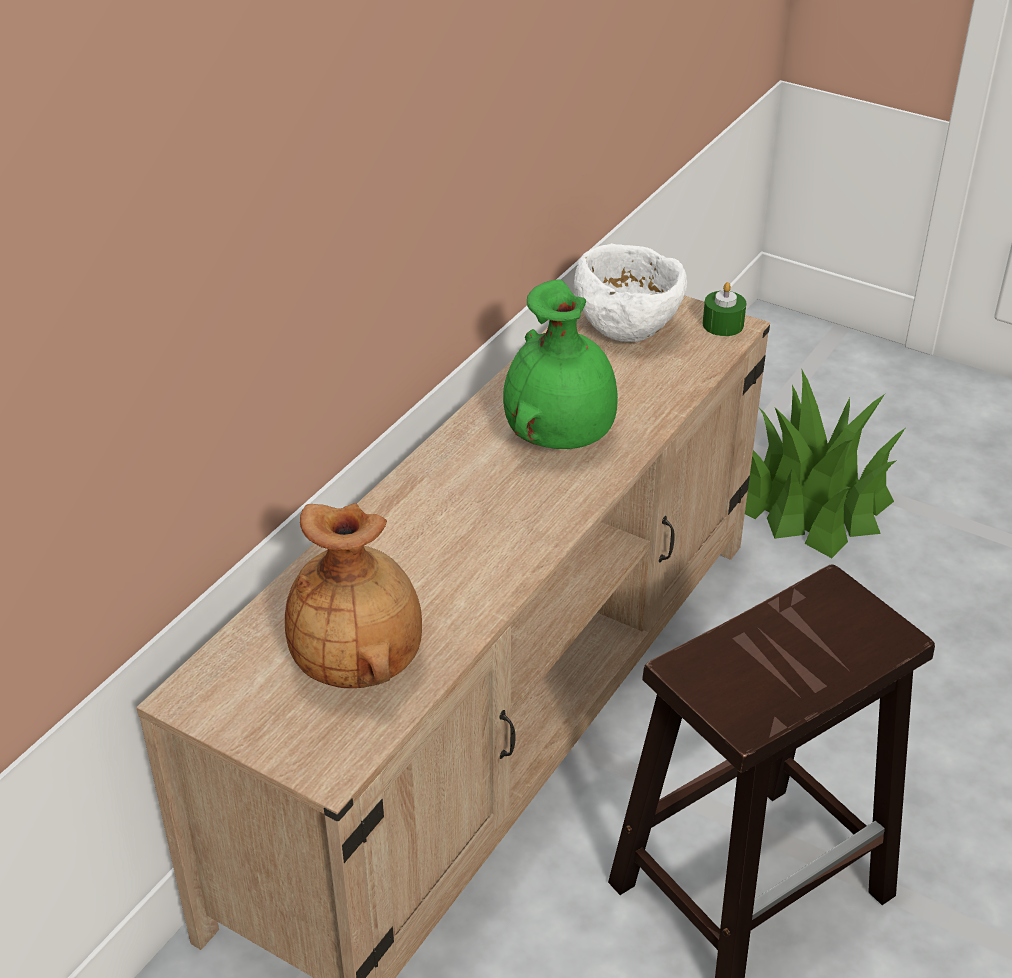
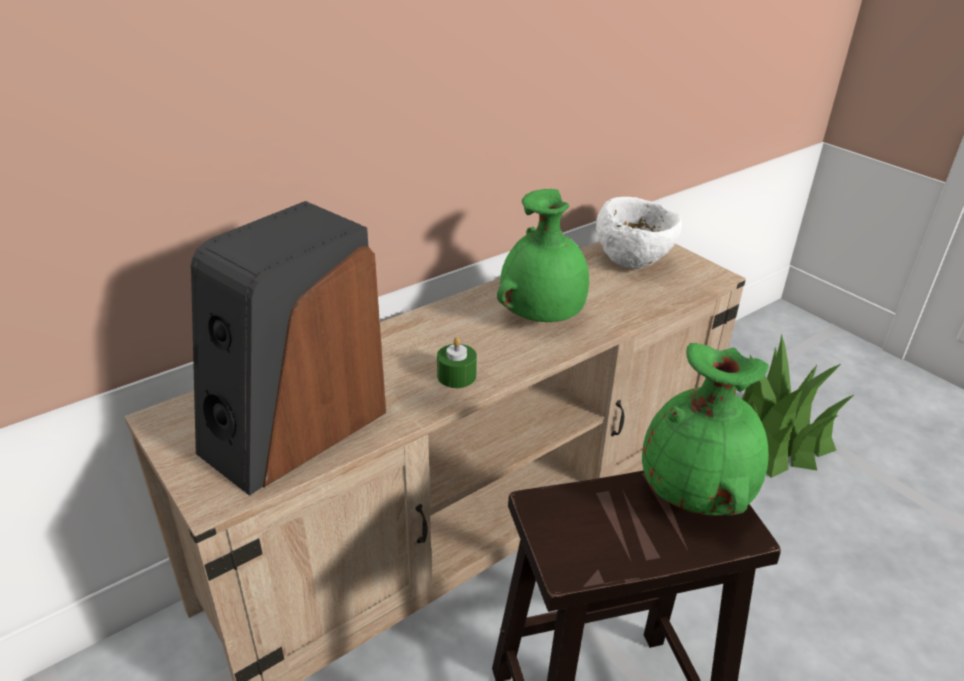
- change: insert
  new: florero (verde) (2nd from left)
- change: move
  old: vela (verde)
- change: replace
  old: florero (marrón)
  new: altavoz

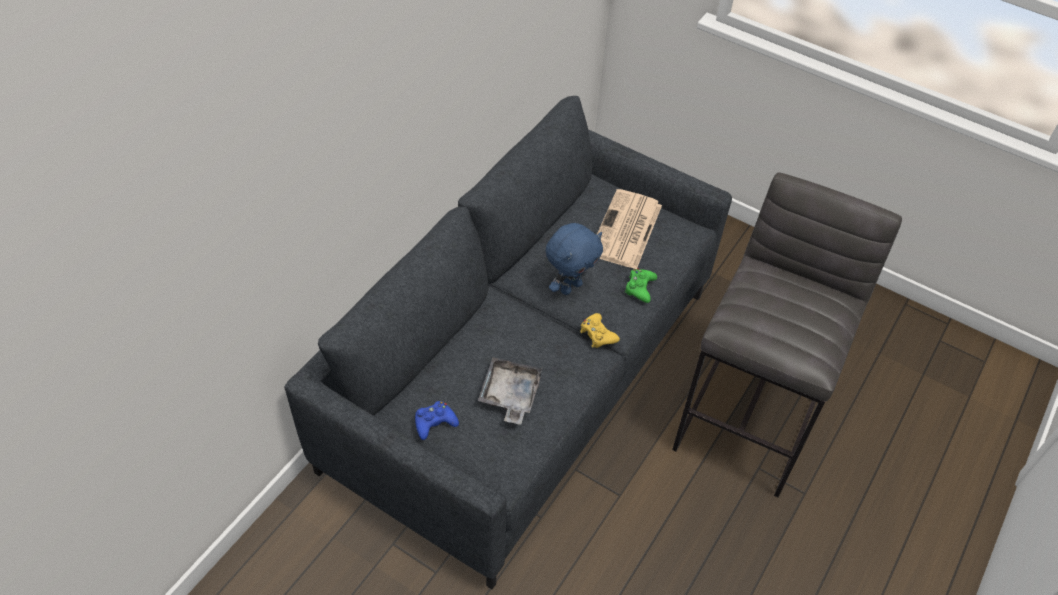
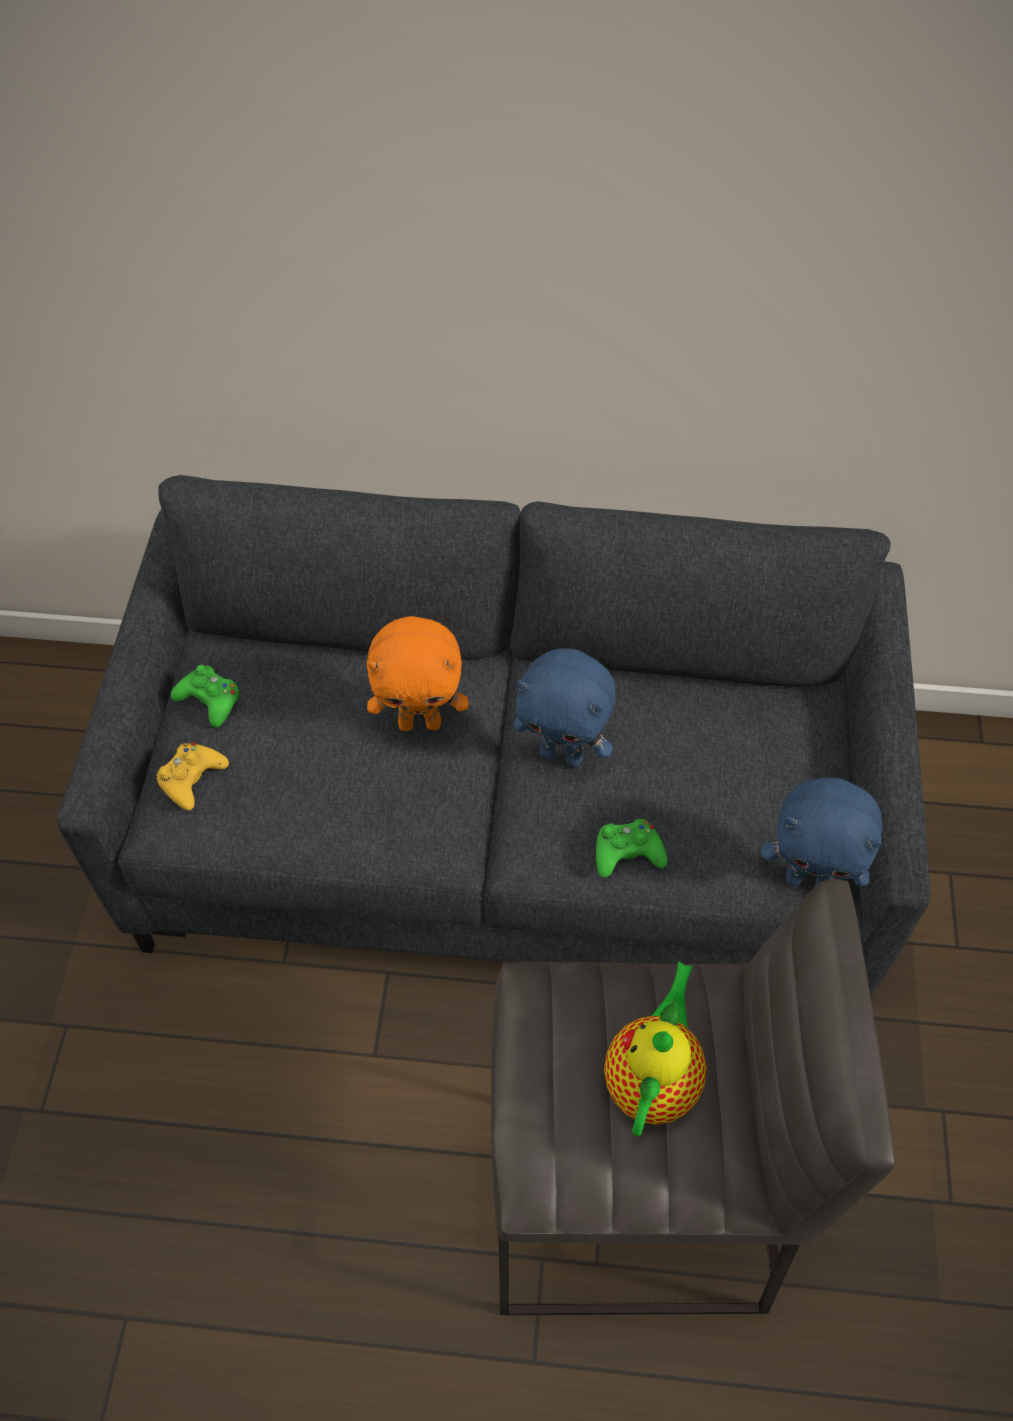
- change: delete
  old: bandeja (gris)
- change: delete
  old: periódico
- change: insert
  new: peluche (naranja)
- change: insert
  new: tetera
- change: insert
  new: peluche (azul) (2nd from left)
- change: move
  old: mando de consola (amarillo)
- change: recolor
  old: mando de consola (azul)
  new: mando de consola (verde) (1st from left)

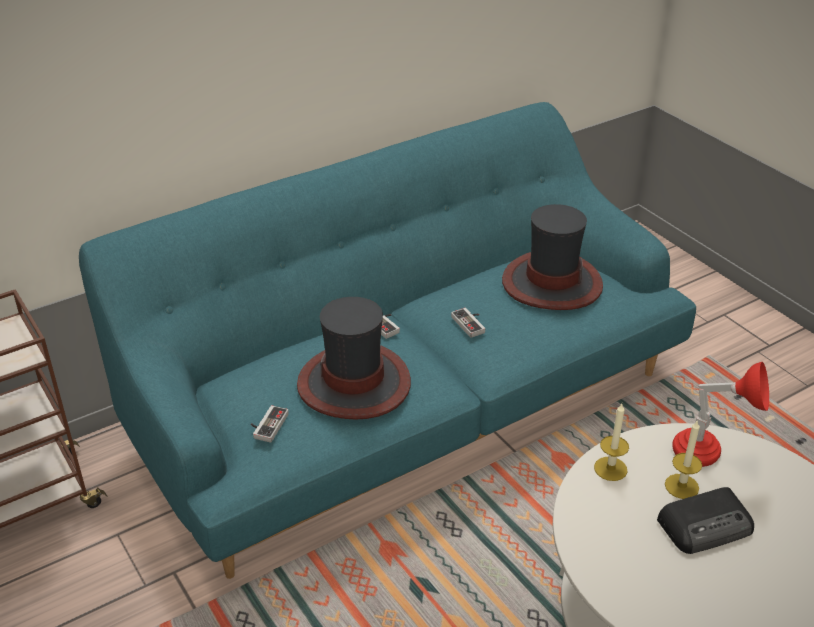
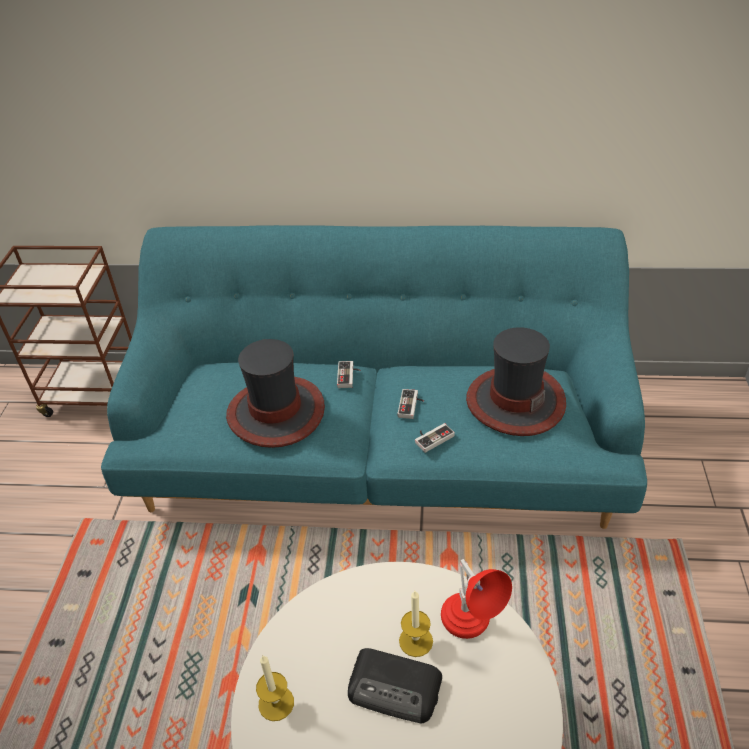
- change: move
  old: mando de consola (1st from left in the first image)
  new: mando de consola (3rd from left)
- change: move
  old: vela (1st from left)

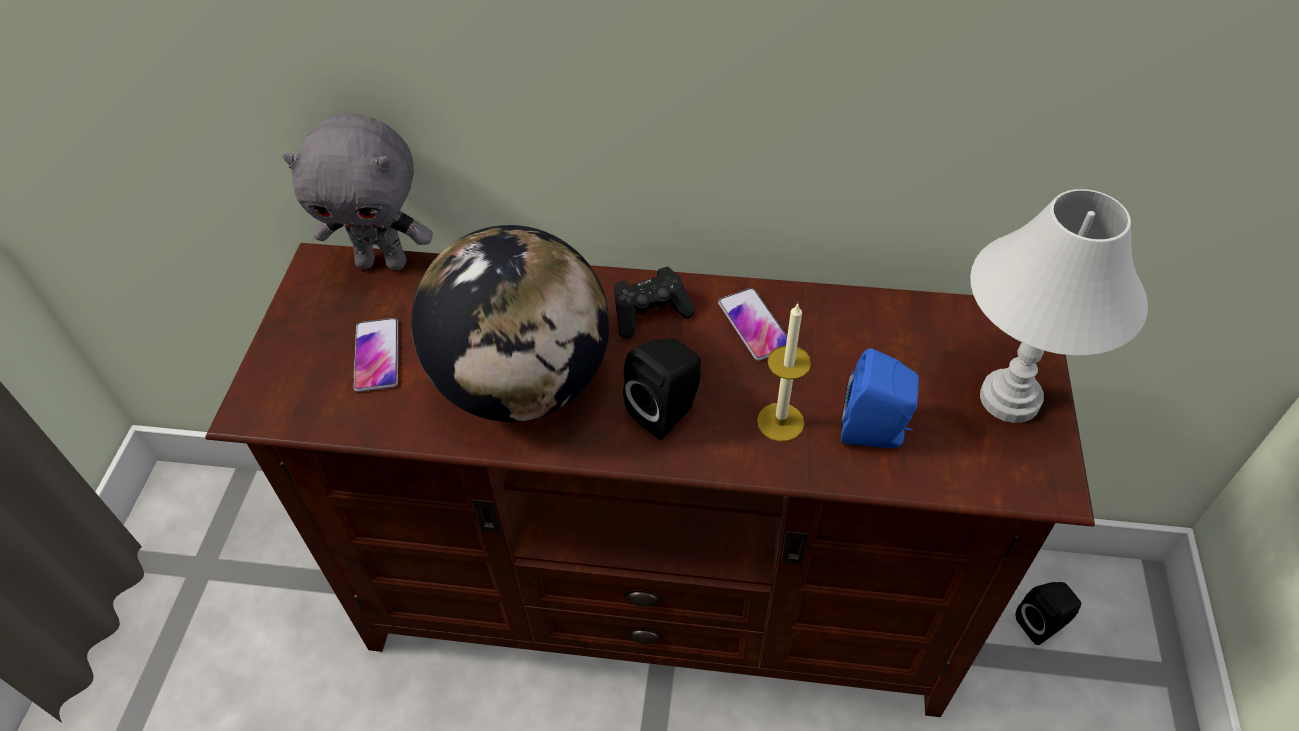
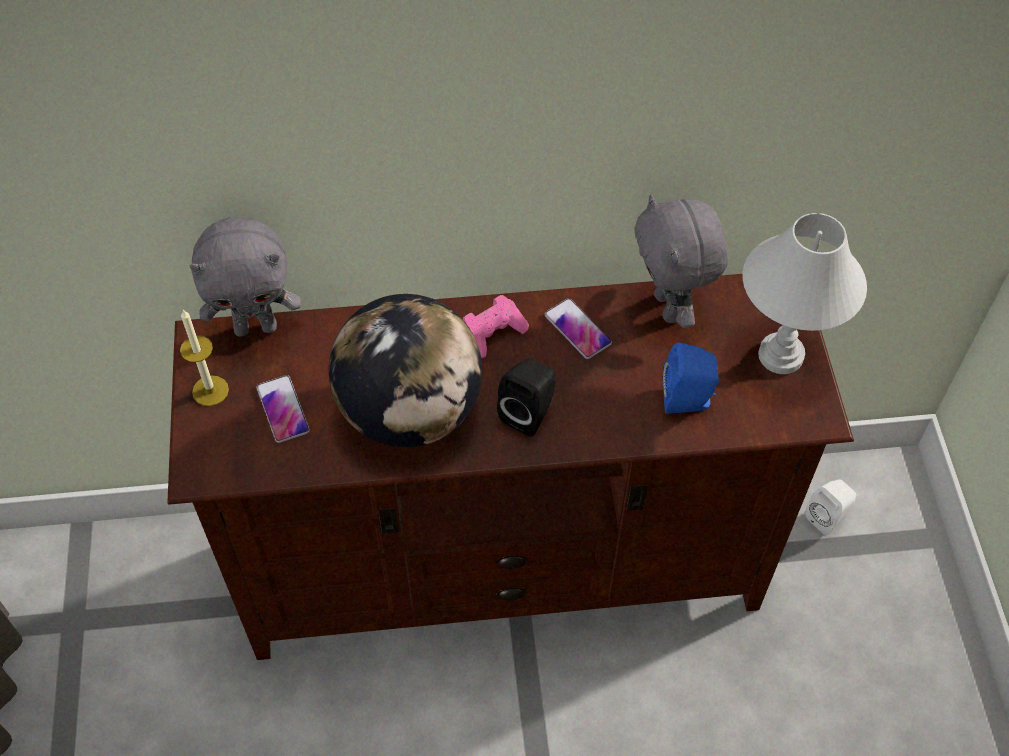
- change: insert
  new: peluche (gris) (2nd from left)
- change: move
  old: vela
- change: recolor
  old: mando de consola (negro)
  new: mando de consola (rosa)
- change: recolor
  old: altavoz (negro) (2nd from left)
  new: altavoz (blanco)

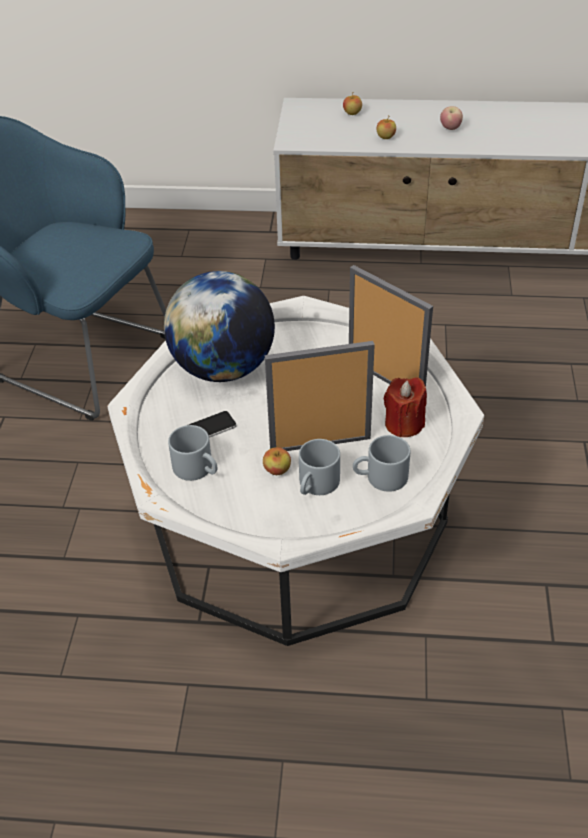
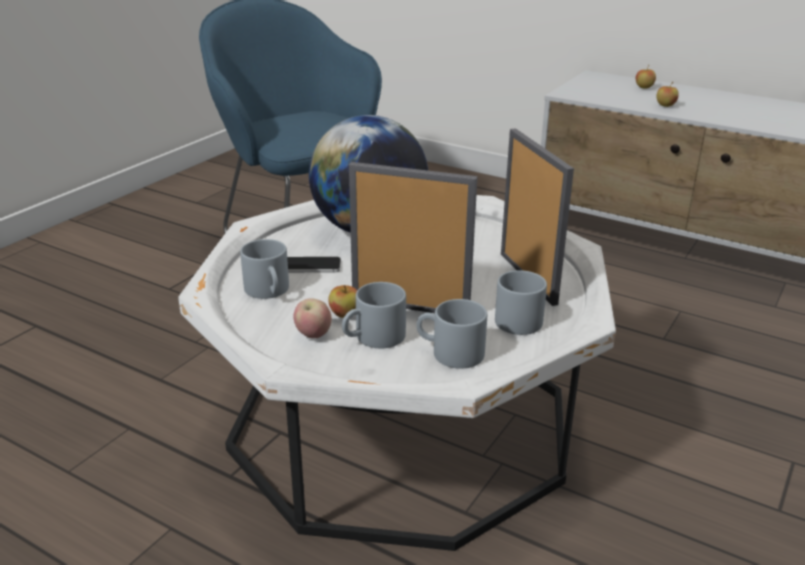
- change: move
  old: manzana (4th from left in the first image)
  new: manzana (1st from left)
- change: replace
  old: vela (rojo)
  new: taza grande (gris) (4th from left)

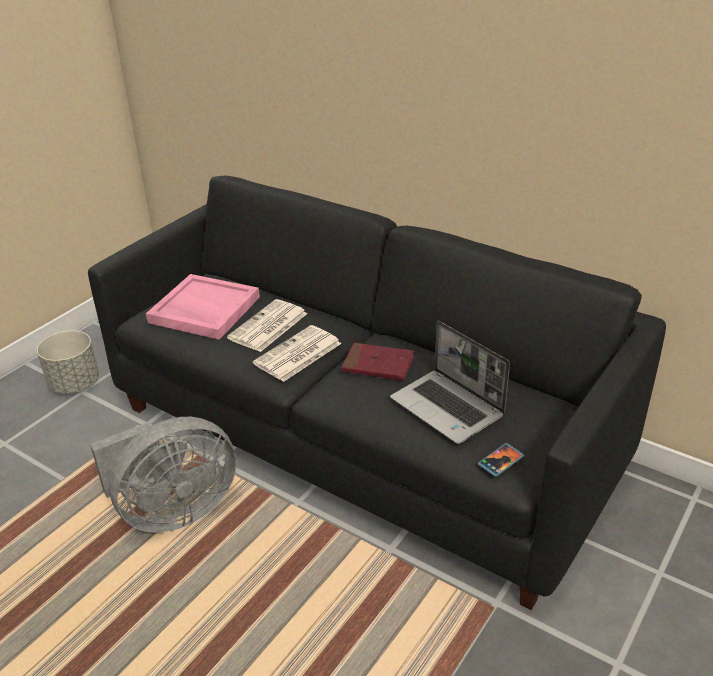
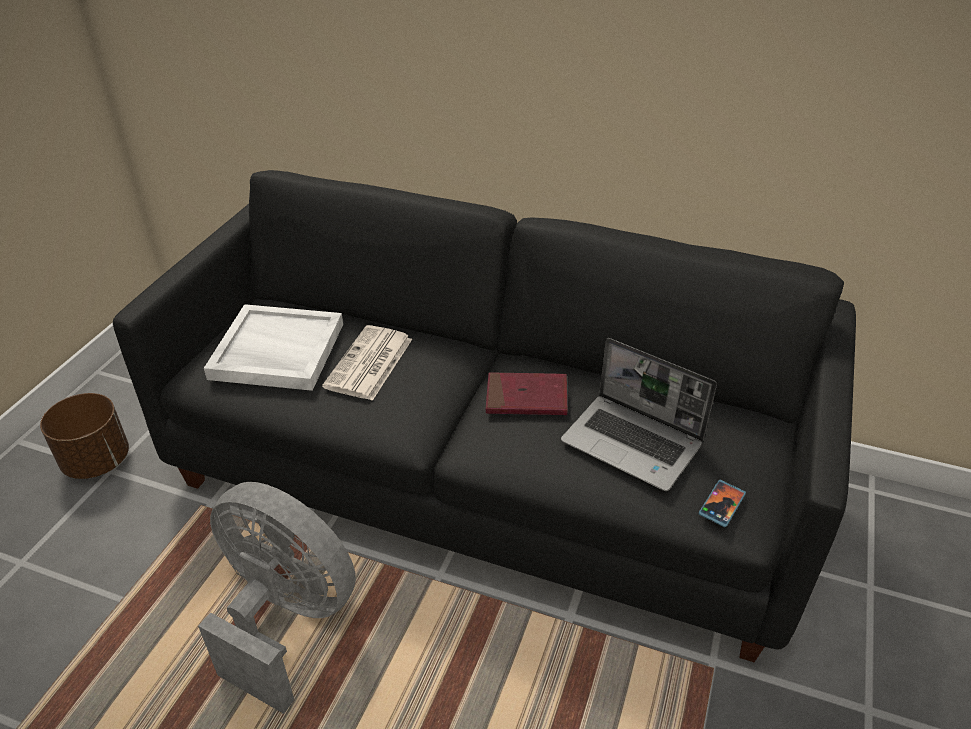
- change: delete
  old: periódico (2nd from left)
- change: recolor
  old: maceta (gris)
  new: maceta (marrón)
- change: recolor
  old: bandeja (rosa)
  new: bandeja (blanco)
- change: rotate
  old: ventilador (gris)
  degrees: -105

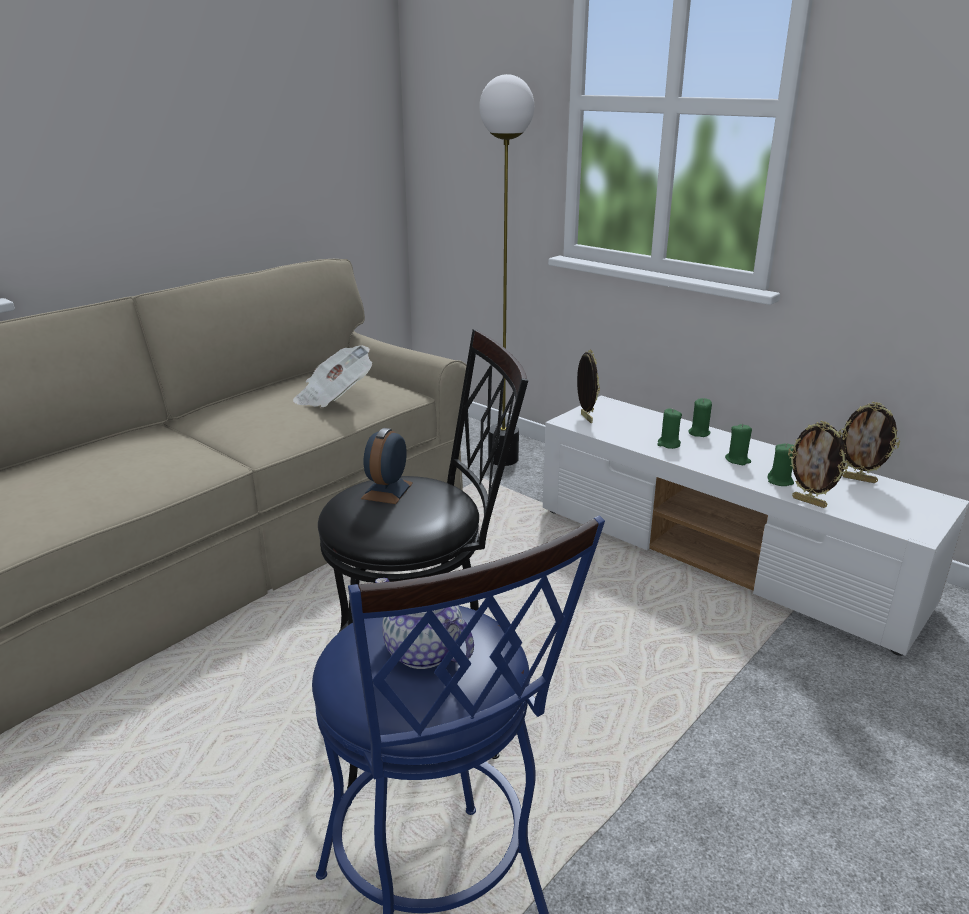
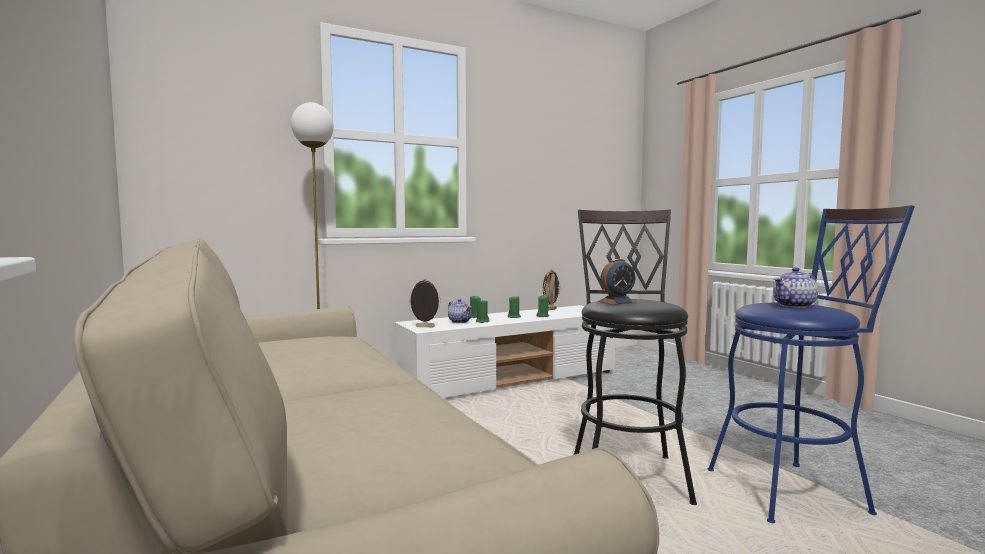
- change: delete
  old: periódico
- change: delete
  old: portarretratos (2nd from left)
- change: insert
  new: tetera (1st from left)
- change: rotate
  old: despertador
  degrees: -60

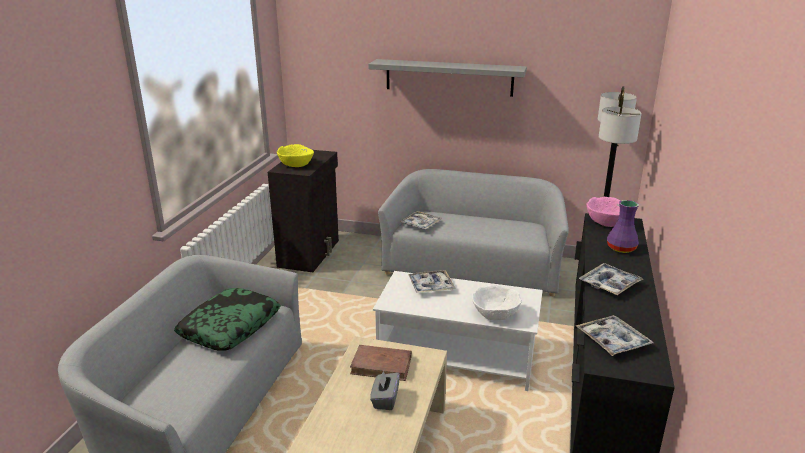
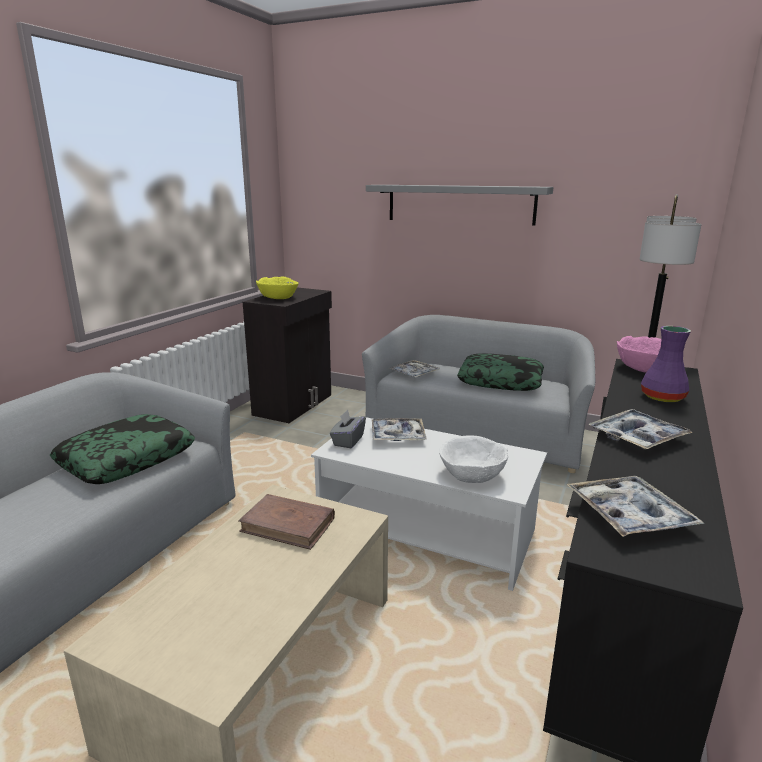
- change: insert
  new: cojín (2nd from left)
- change: move
  old: caja de pañuelos (gris)

